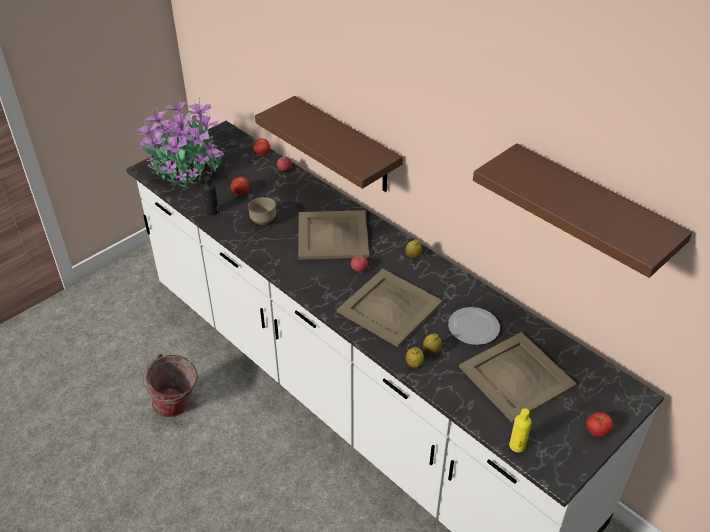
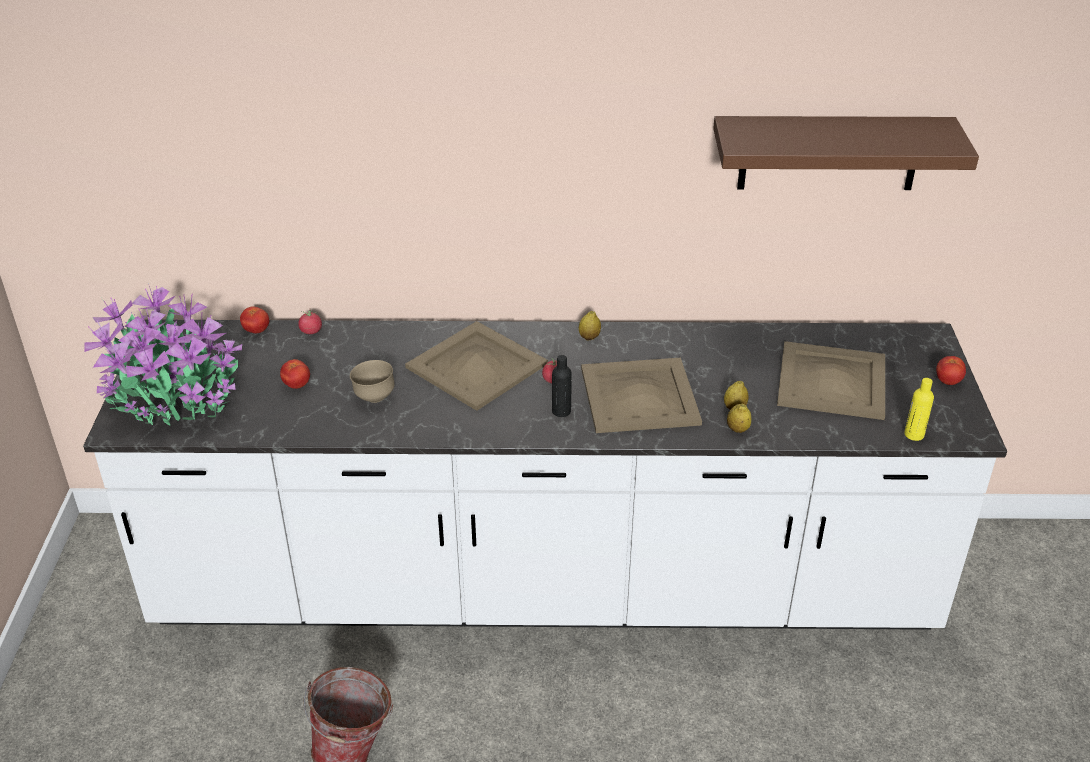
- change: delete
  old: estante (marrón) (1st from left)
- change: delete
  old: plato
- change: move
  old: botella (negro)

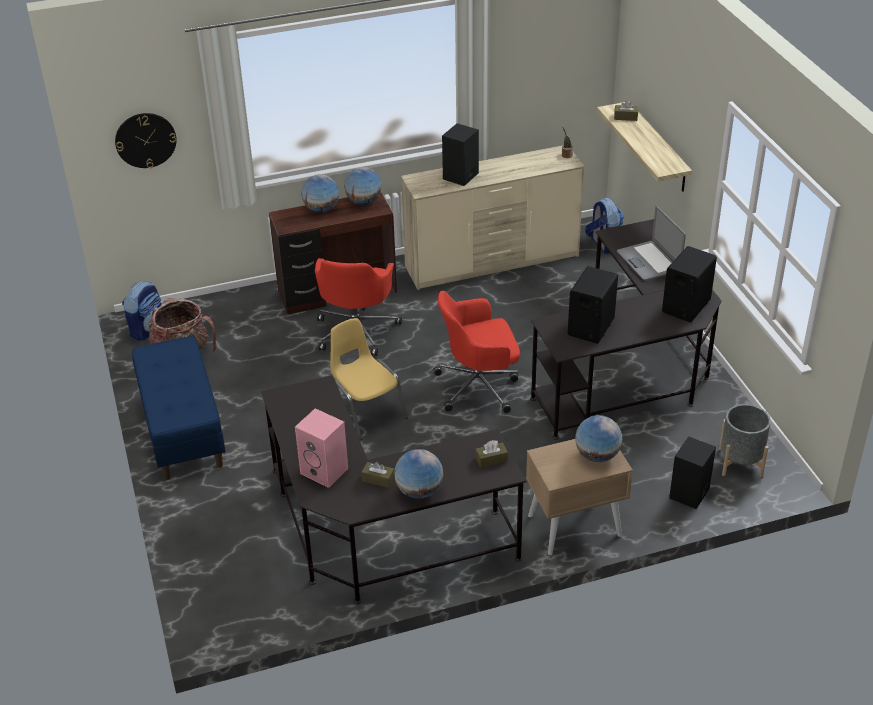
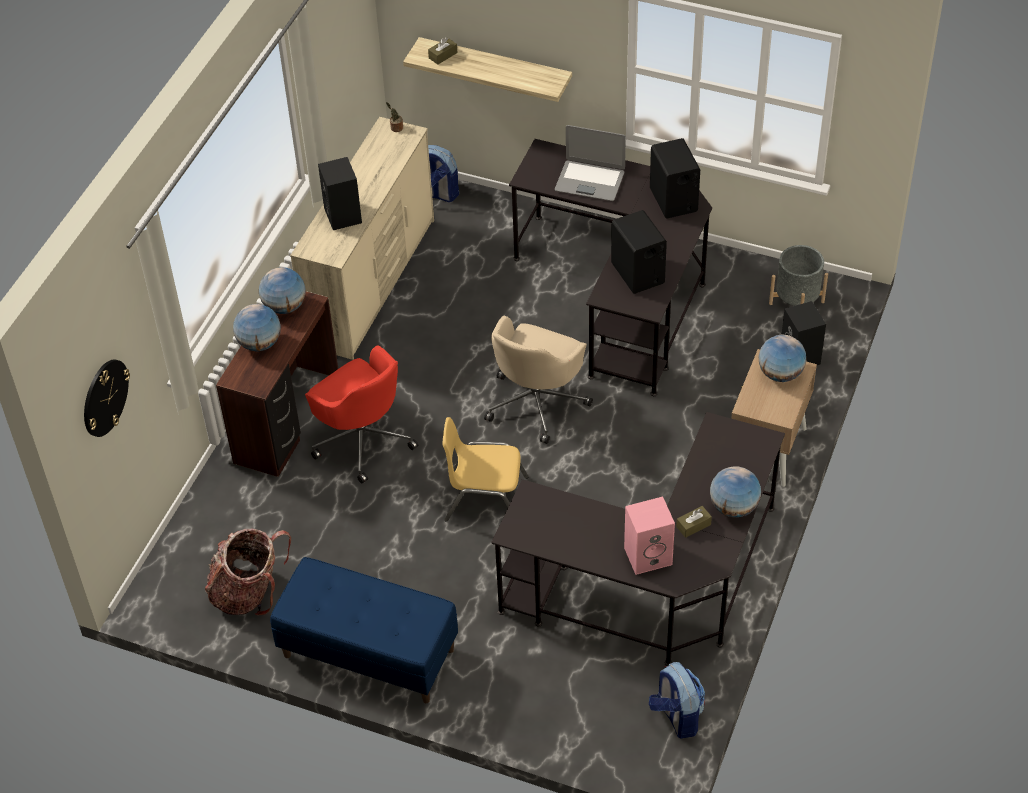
- change: delete
  old: caja de pañuelos (marrón) (2nd from left)
- change: move
  old: mochila (1st from left in the first image)
  new: mochila (3rd from left)
- change: recolor
  old: silla de oficina (rojo) (2nd from left)
  new: silla de oficina (beis)

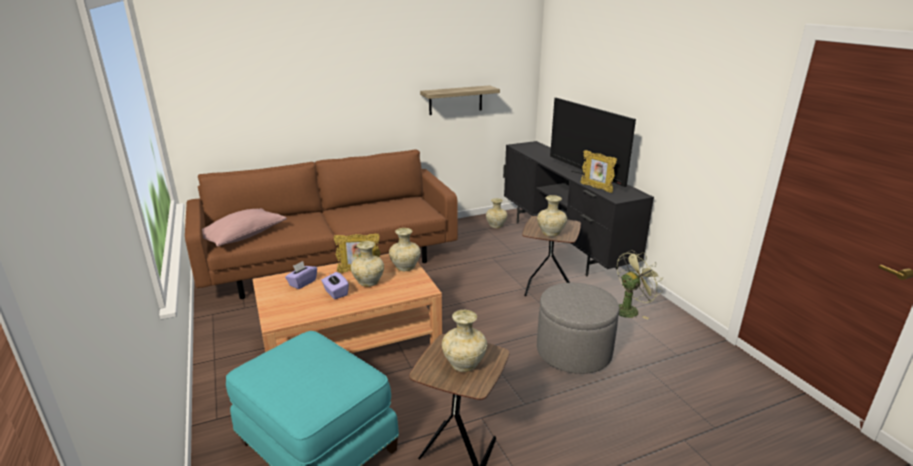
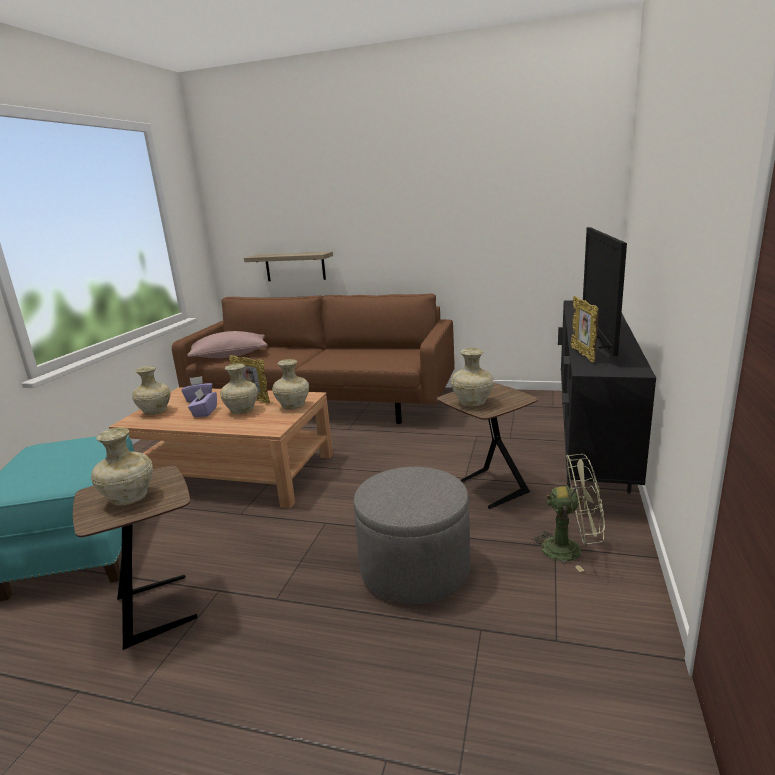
- change: move
  old: estante
- change: move
  old: florero (beis) (4th from left in the first image)
  new: florero (beis) (2nd from left)

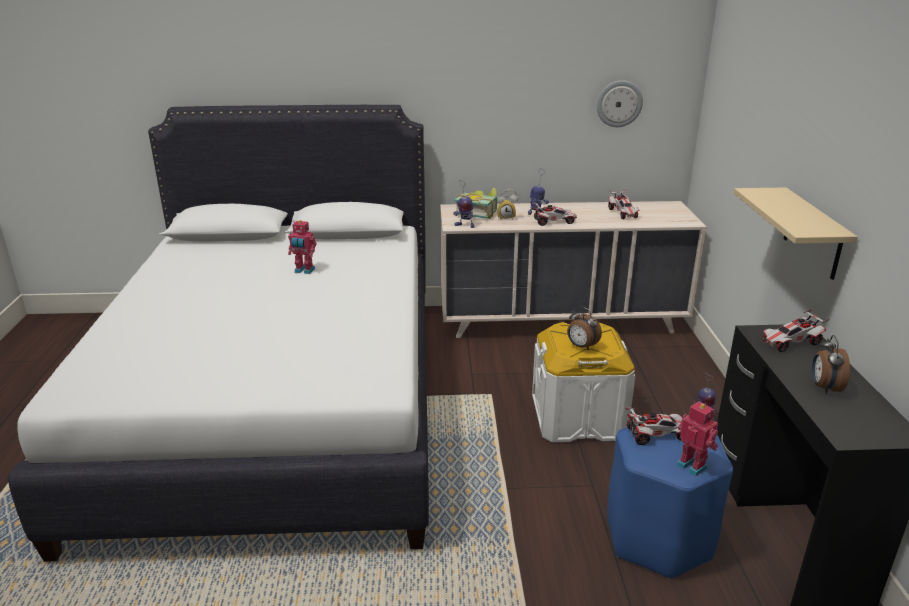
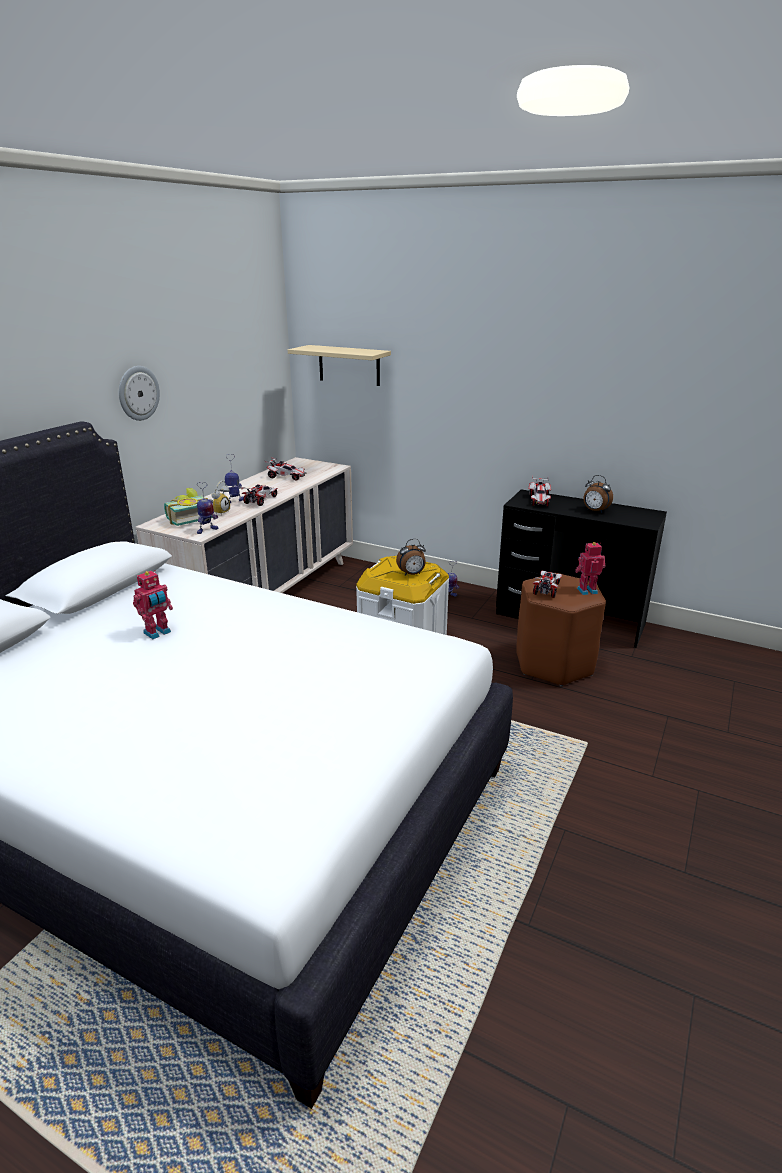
- change: move
  old: reloj de pared
- change: move
  old: estante (beis)
- change: recolor
  old: taburete (azul)
  new: taburete (marrón)

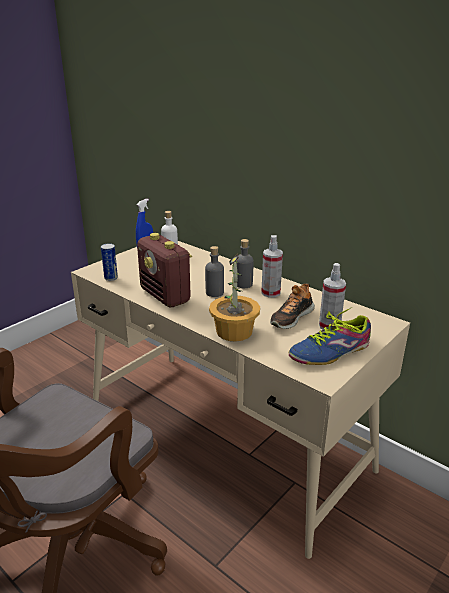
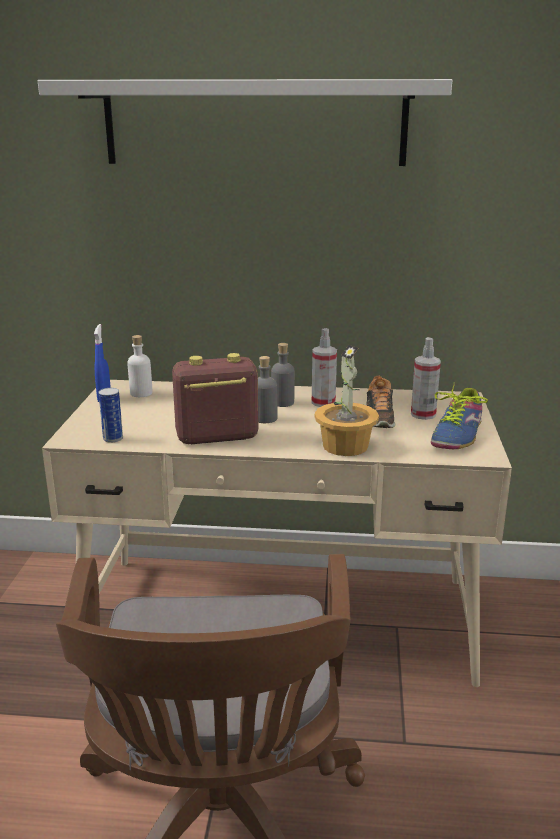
- change: insert
  new: estante (blanco)
- change: rotate
  old: radio
  degrees: 150

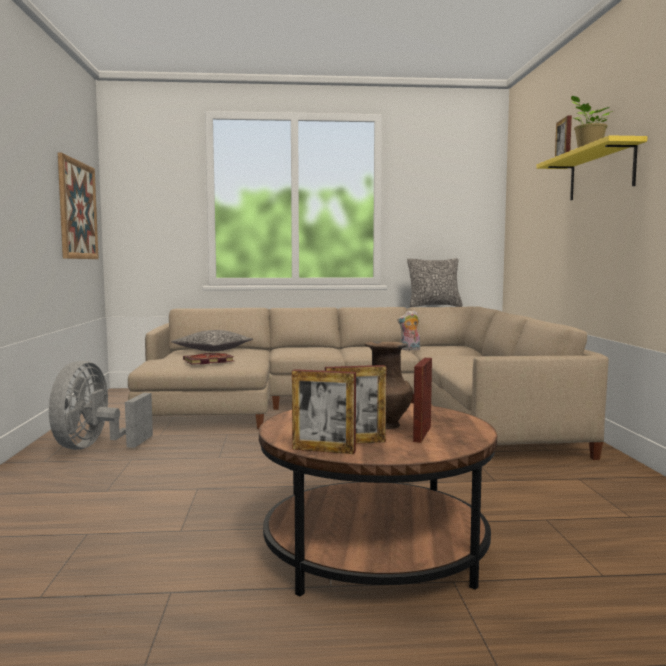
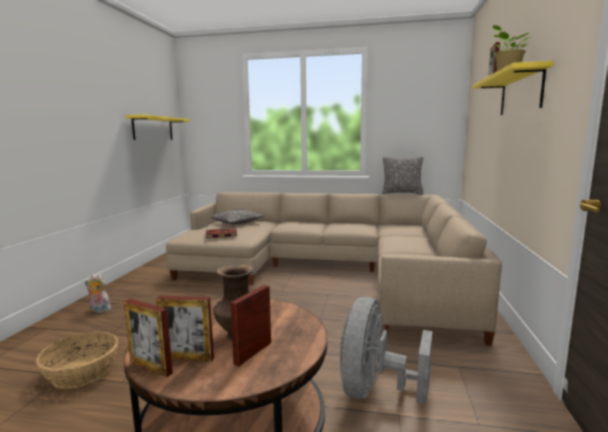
- change: insert
  new: cesta
- change: move
  old: ventilador (gris)
- change: move
  old: peluche
- change: replace
  old: cuadro
  new: estante (amarillo) (1st from left)

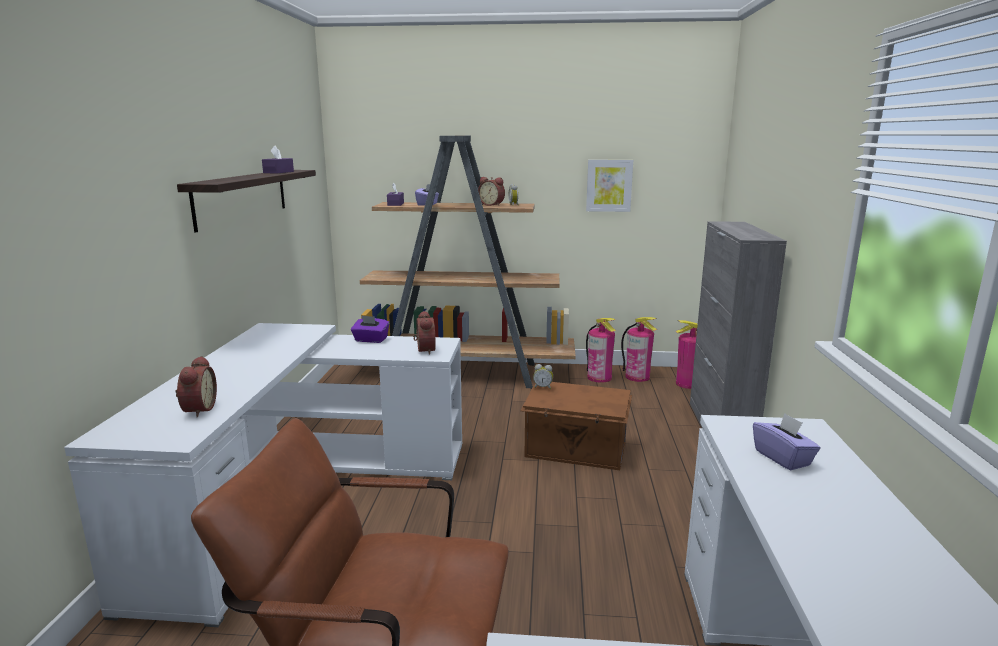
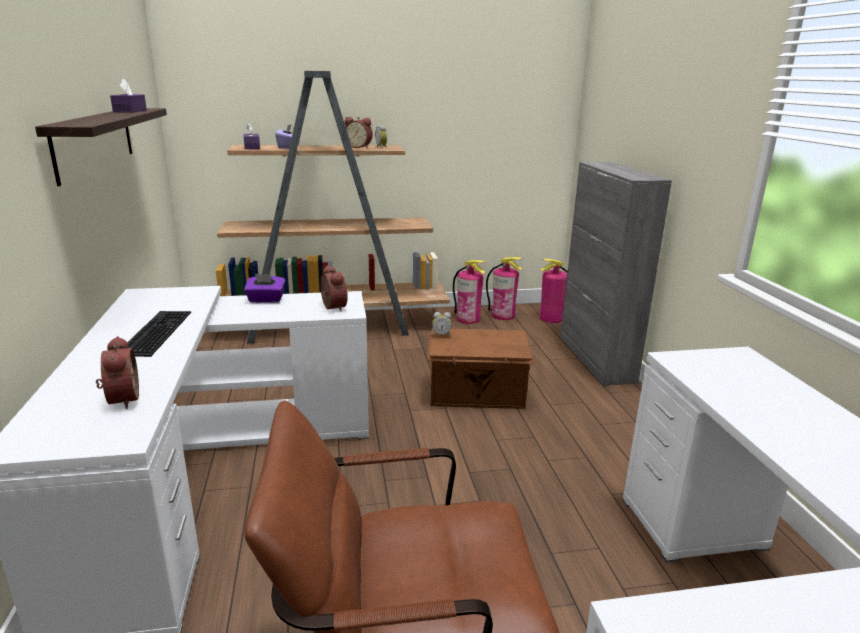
- change: delete
  old: cuadro
- change: delete
  old: caja de pañuelos (morado) (5th from left)
- change: insert
  new: teclado

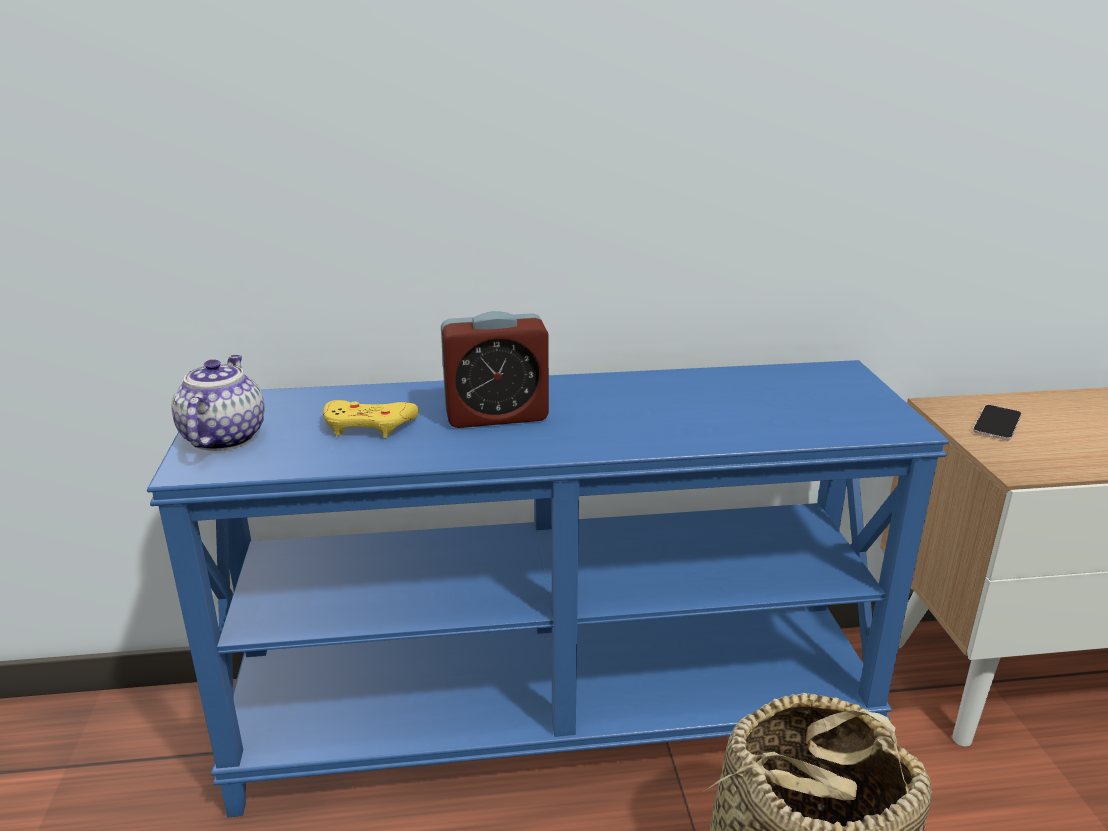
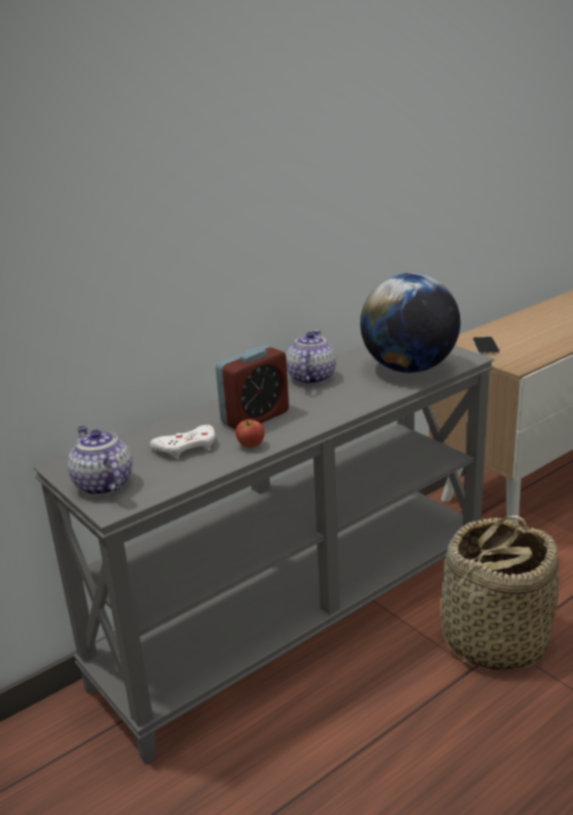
- change: insert
  new: manzana
- change: insert
  new: tetera (2nd from left)
- change: insert
  new: globo terráqueo
- change: recolor
  old: mesa consola (azul)
  new: mesa consola (gris)
- change: recolor
  old: mando de consola (amarillo)
  new: mando de consola (blanco)

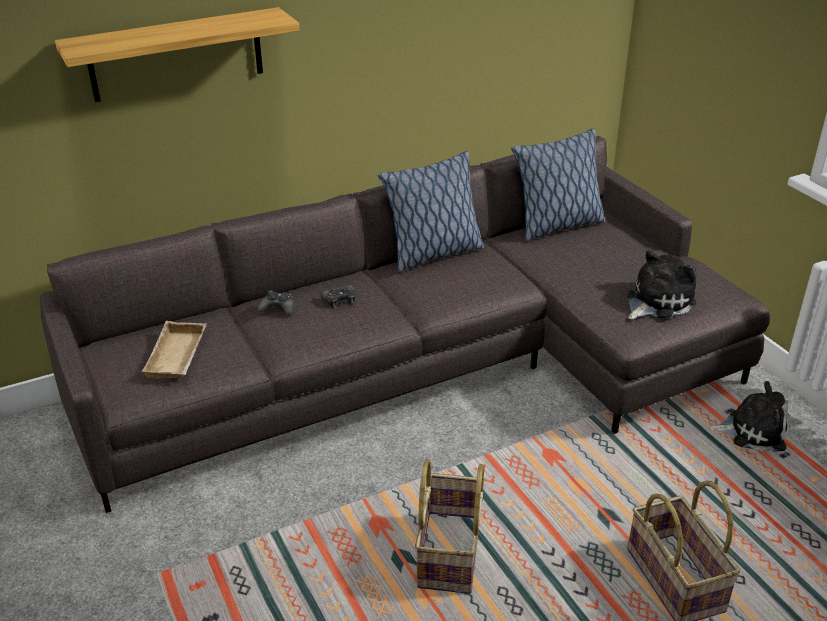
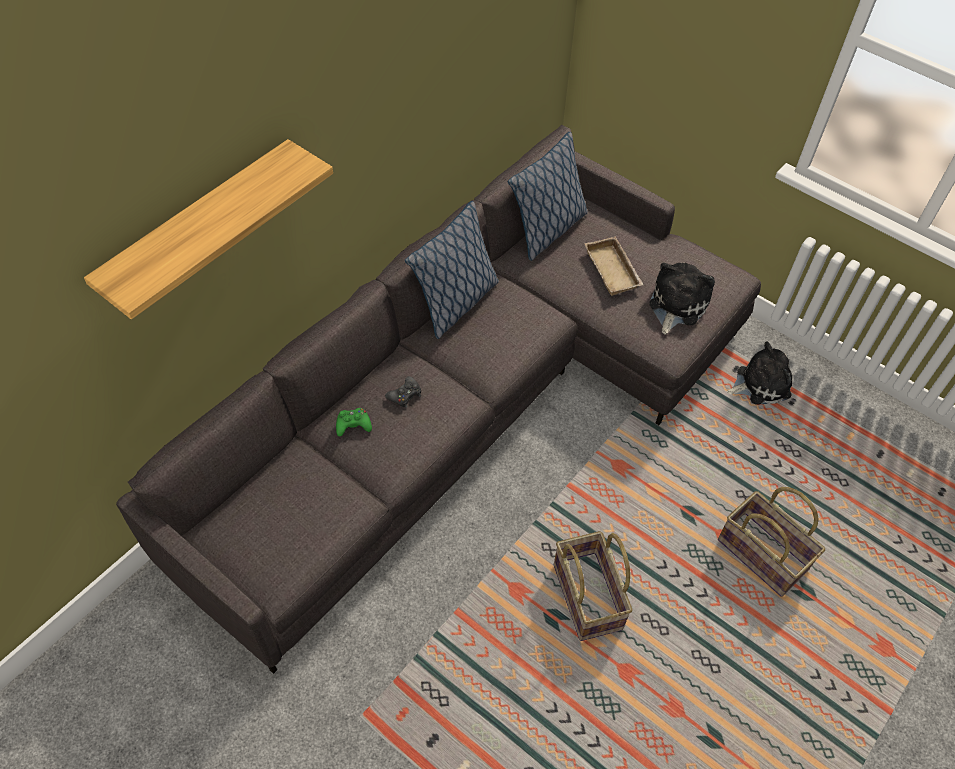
- change: move
  old: bandeja (beis)
- change: recolor
  old: mando de consola (negro) (1st from left)
  new: mando de consola (verde)

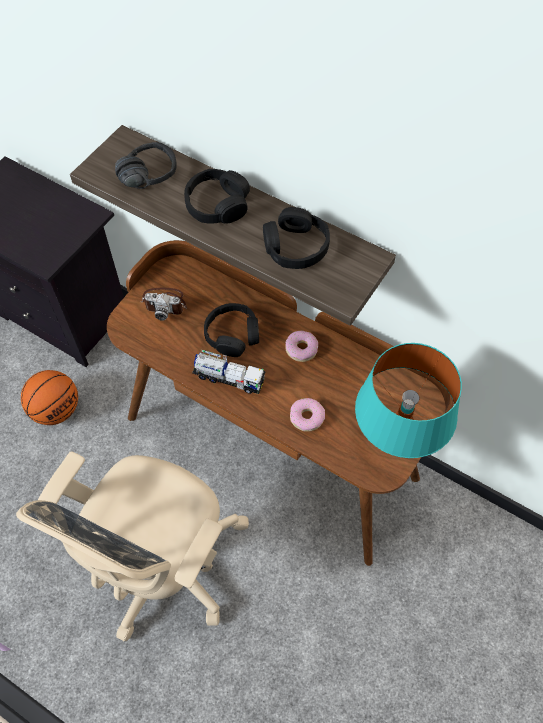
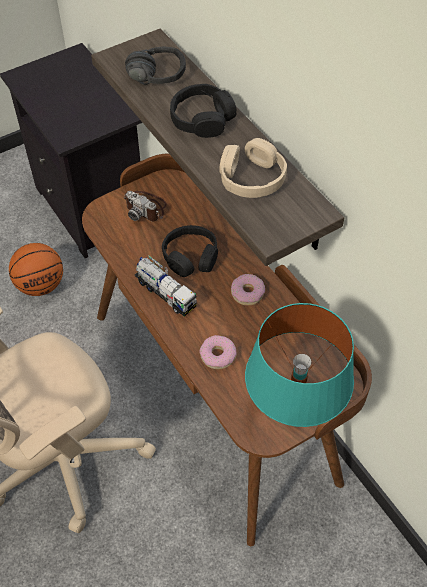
- change: recolor
  old: auriculares (negro) (4th from left)
  new: auriculares (beis)

